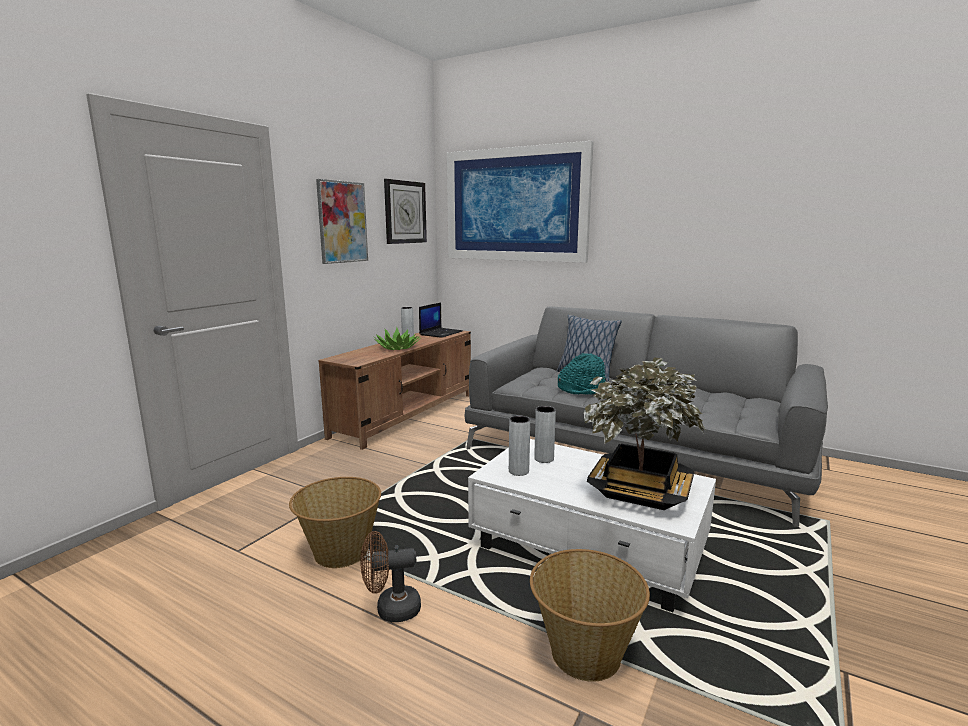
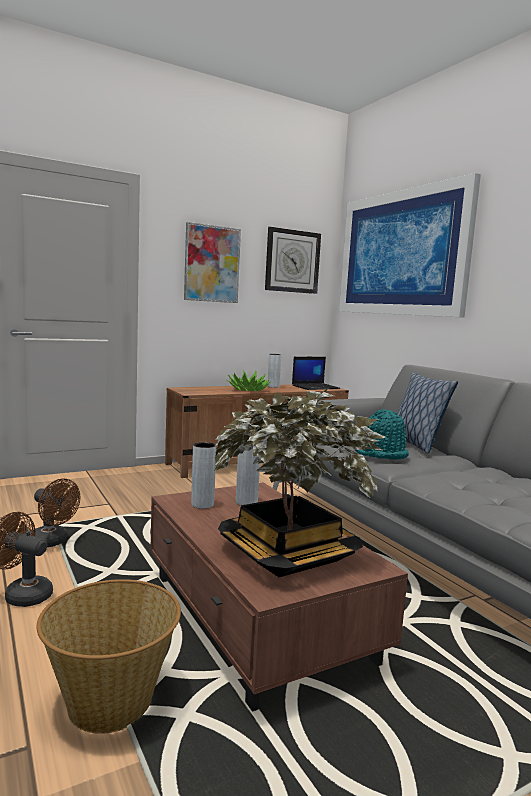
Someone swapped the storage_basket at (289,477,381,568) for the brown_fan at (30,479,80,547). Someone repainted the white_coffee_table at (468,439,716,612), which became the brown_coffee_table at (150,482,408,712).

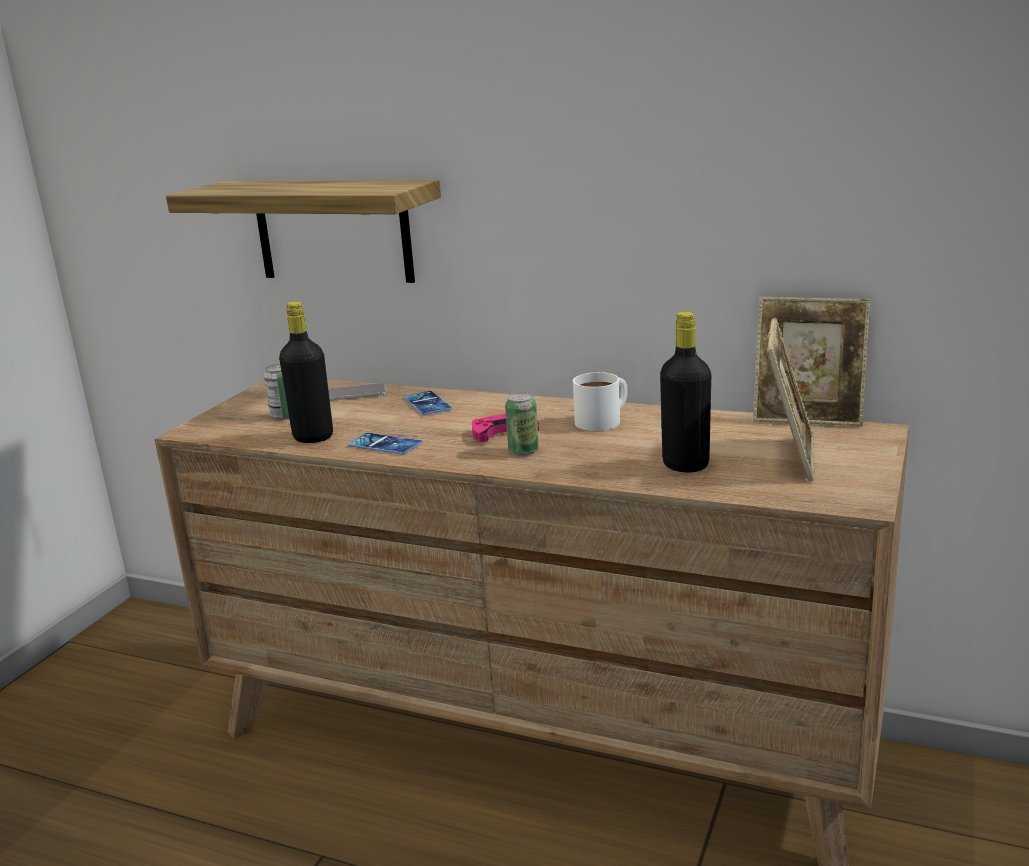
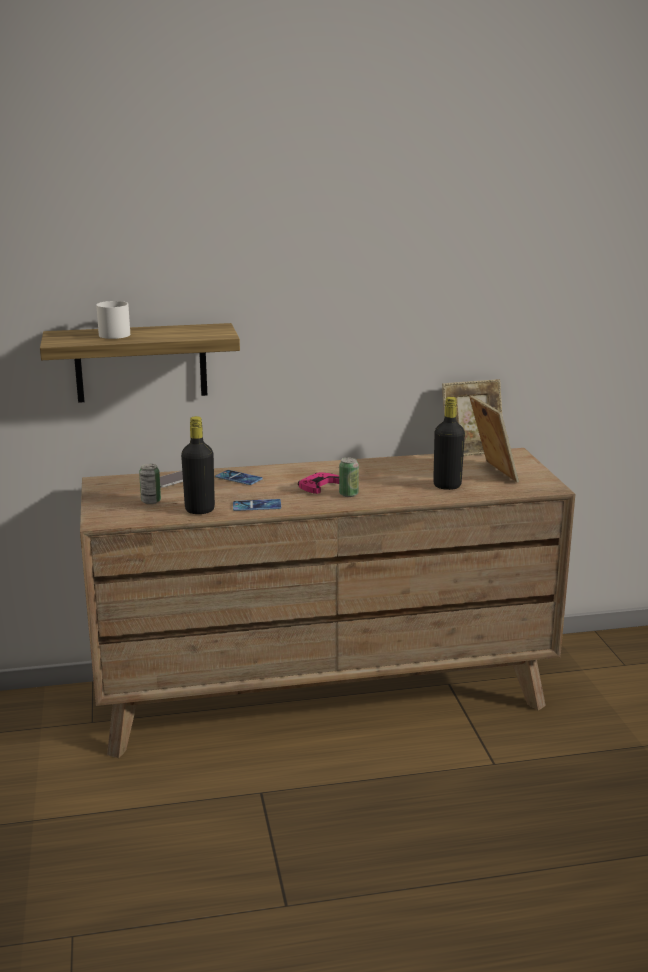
Someone carried the white_mug from (573,372,627,431) to (96,301,130,339).

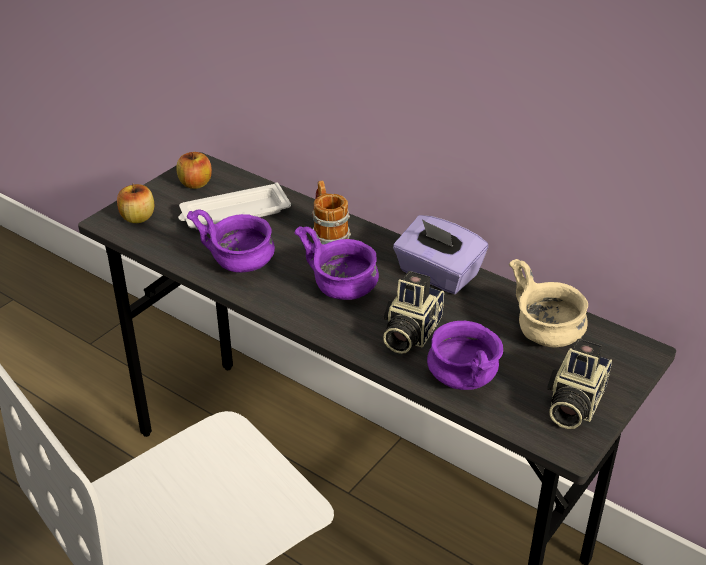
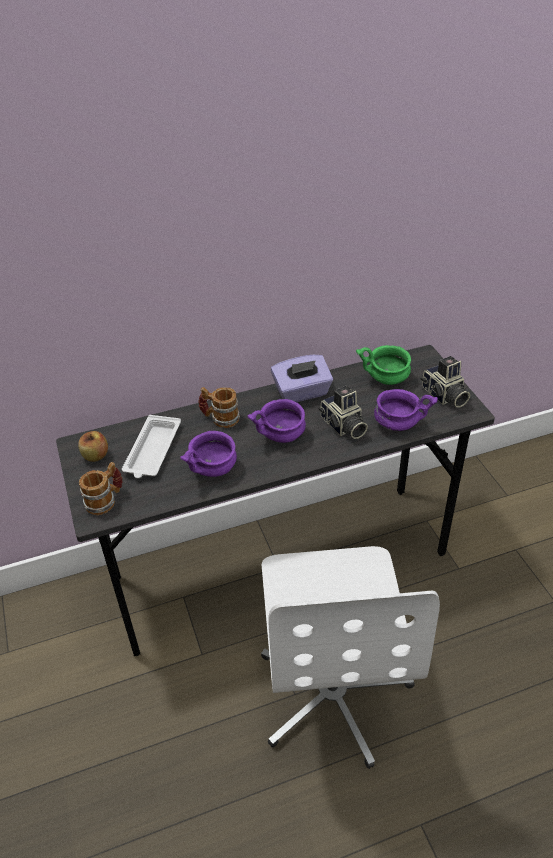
Someone swapped the whole_apple at (117,184,154,223) for the mug at (79,462,122,515). Someone repainted the sand-coloured_bowl at (509,259,588,348), which became the greenish_bowl at (356,345,411,385).

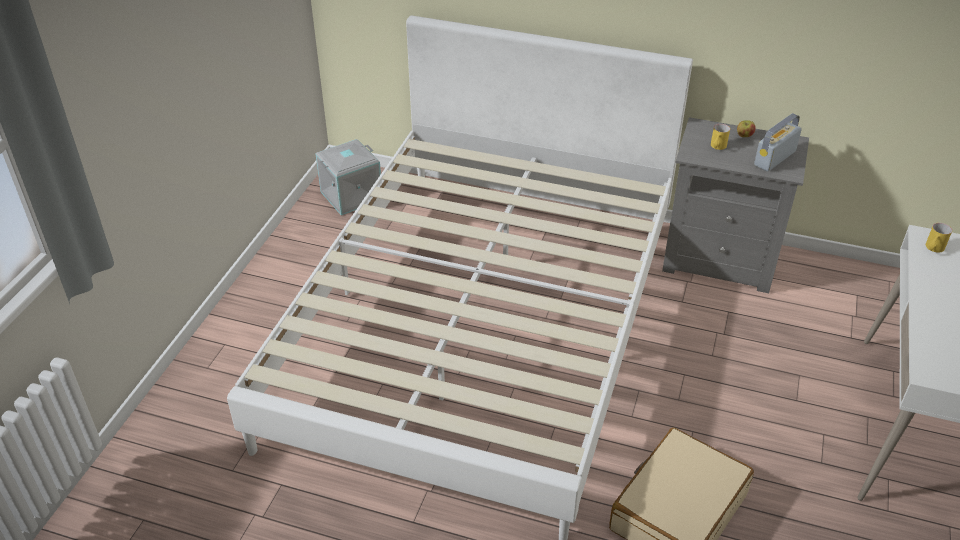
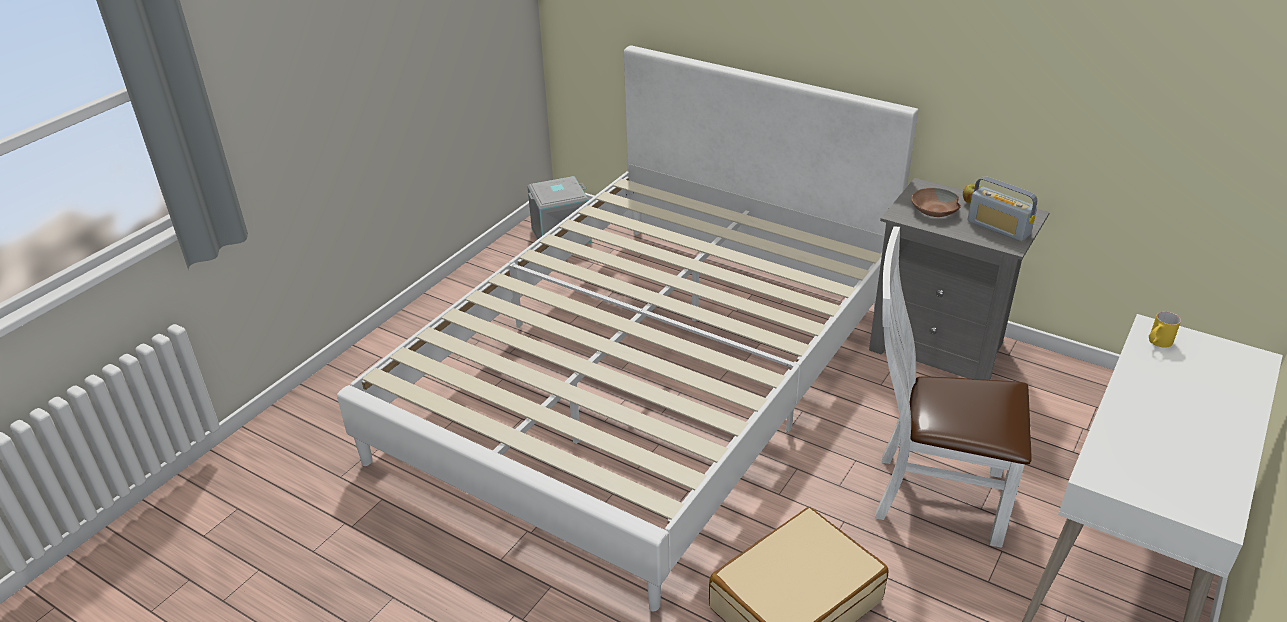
Someone put down the white_chair at (875,226,1032,548). Someone swapped the yellow_mug at (711,124,730,150) for the brown_bowl at (911,188,961,217). Someone rotated the radio_receiver at (754,113,802,172) by 105 degrees counterclockwise.

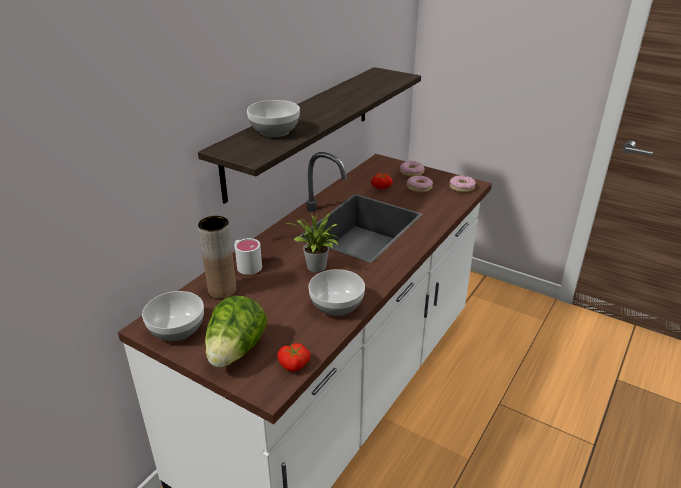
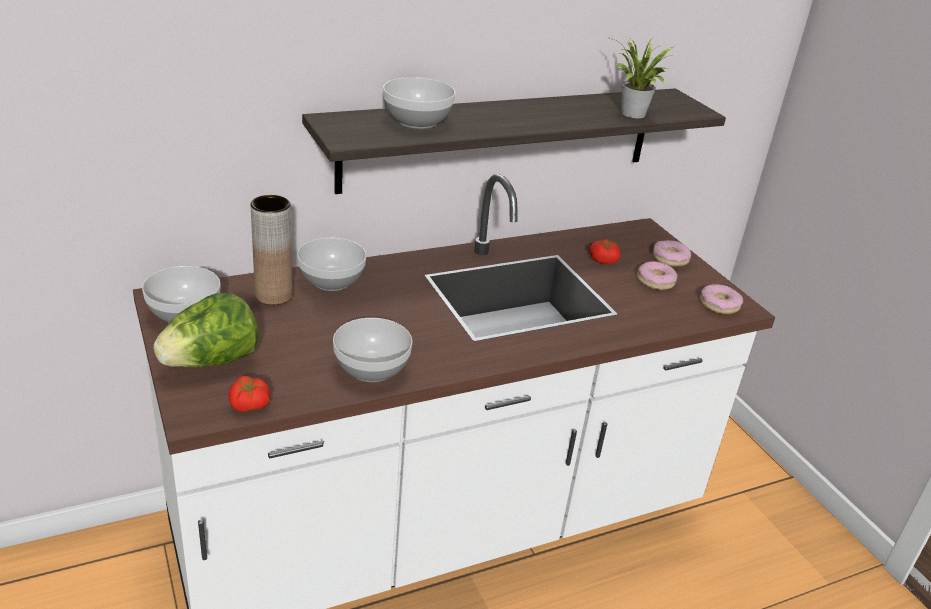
Someone carried the plant_in_a_pot from (286,212,338,272) to (610,38,674,118). Someone swapped the white_mug at (234,238,262,275) for the bowl at (297,238,366,291).

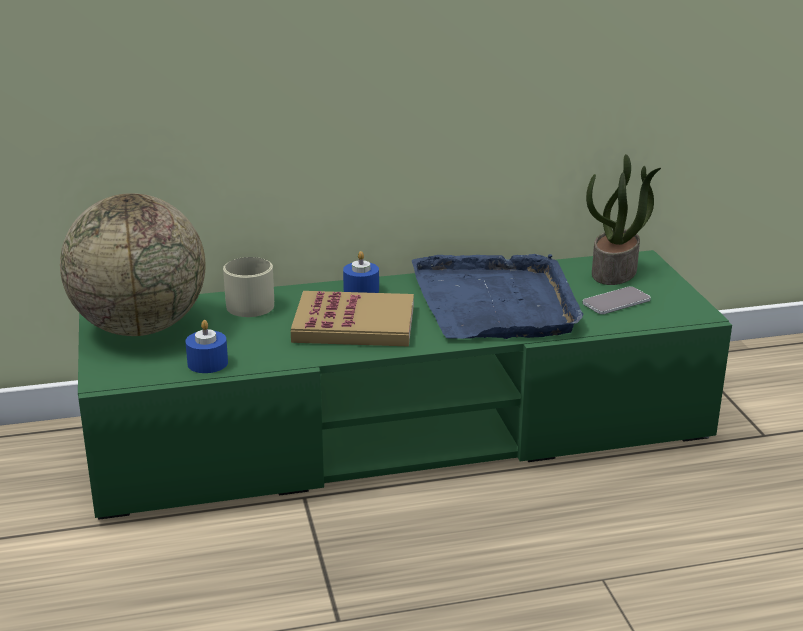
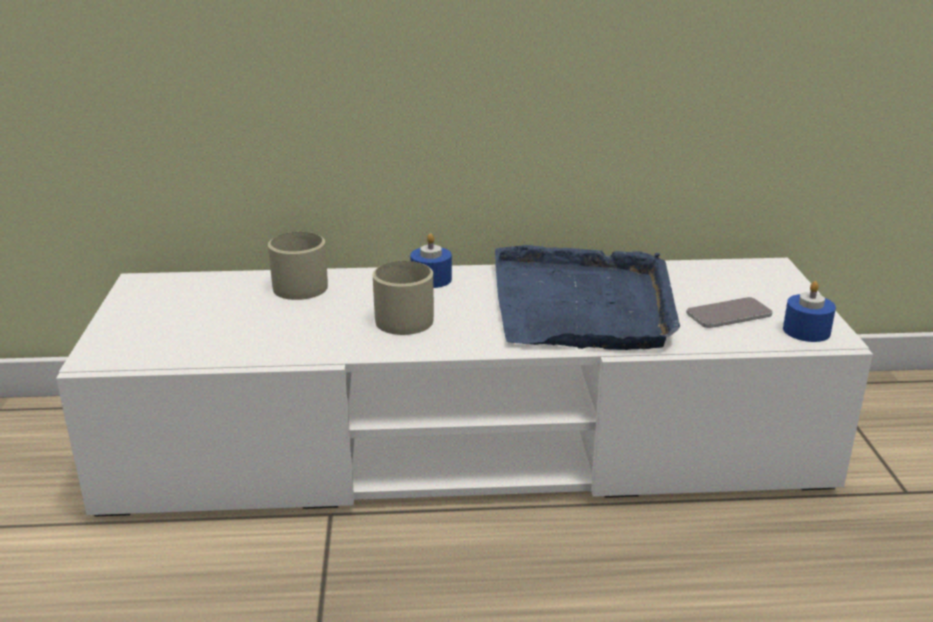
Someone took away the globe at (60,193,206,336). Someone took away the plant_in_a_pot at (586,154,661,285). Someone carried the blue_wax_candle from (185,320,228,373) to (783,281,836,342). Someone swapped the volume at (291,291,414,347) for the sand-coloured_mug at (373,261,434,335). Someone repainted the greenish_media_console at (78,250,732,520), which became the white_media_console at (56,258,873,517).

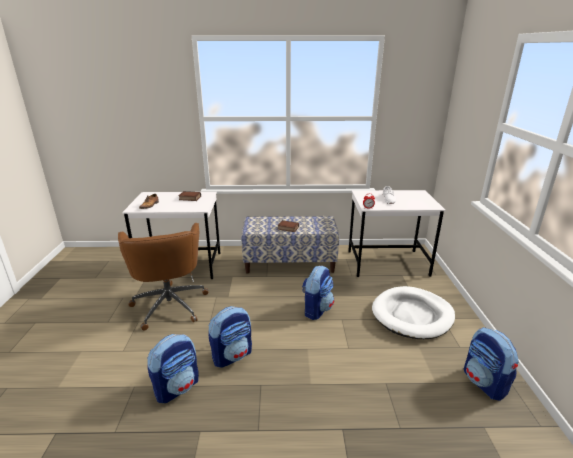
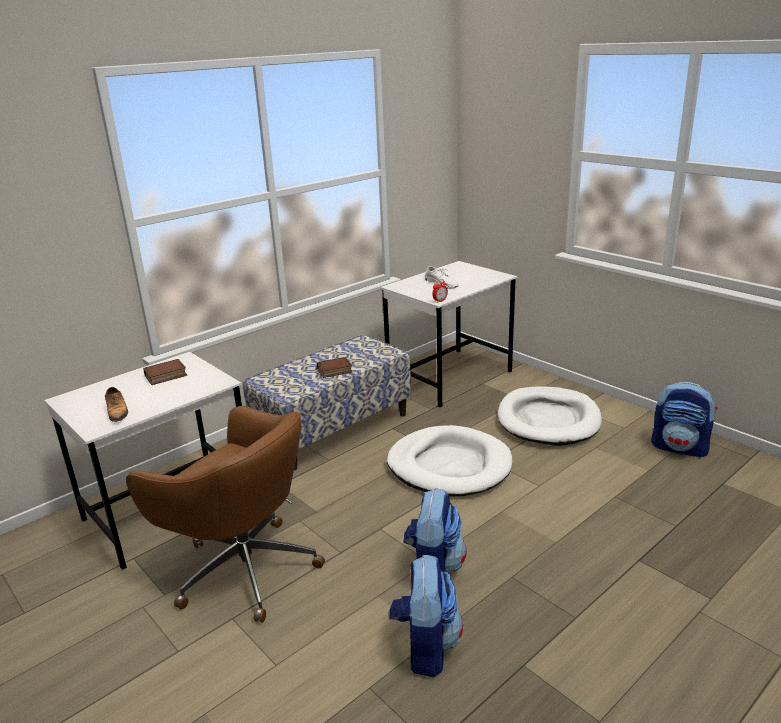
Someone swapped the knapsack at (302,266,334,320) for the white_pet_bed at (387,425,512,497).

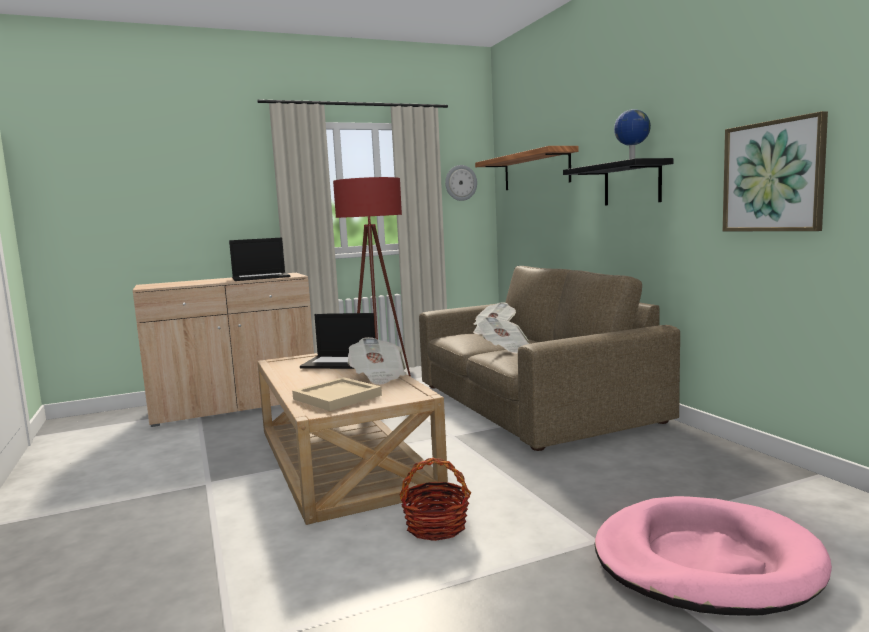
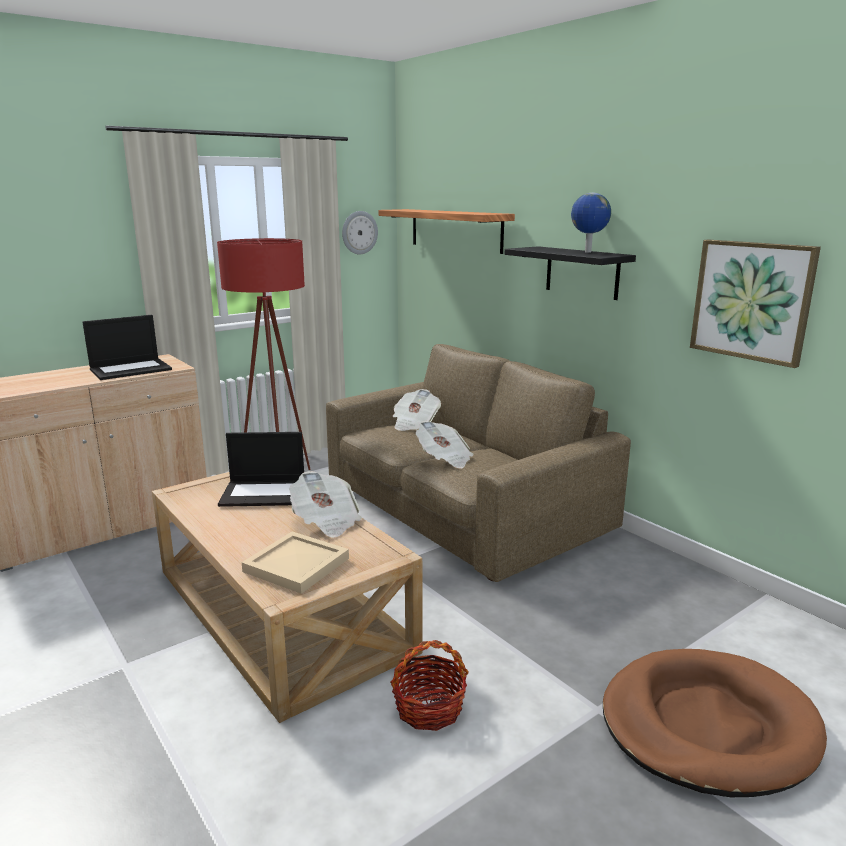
Someone repainted the pinkish_pet_bed at (595,496,832,616), which became the brown_pet_bed at (603,649,827,797).

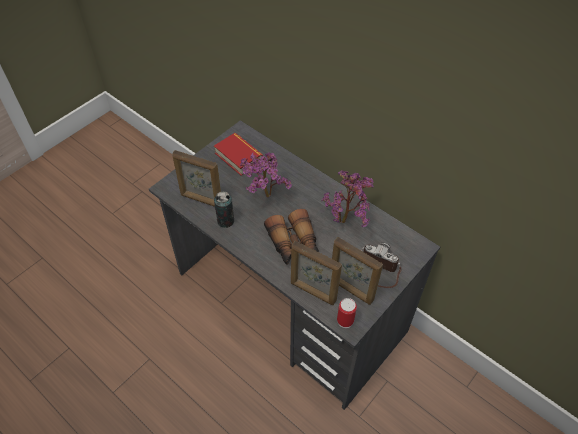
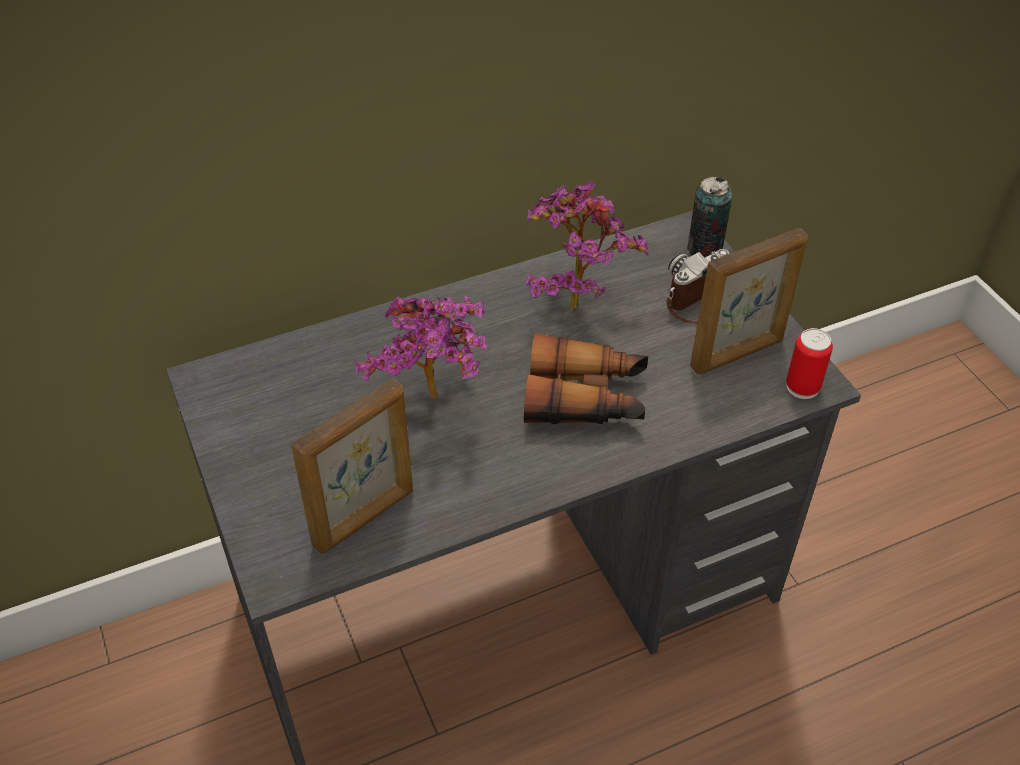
Someone took away the volume at (214,133,263,176). Someone took away the standing_frame at (291,241,342,305). Someone carried the sealed_can from (214,191,234,228) to (687,177,732,258).

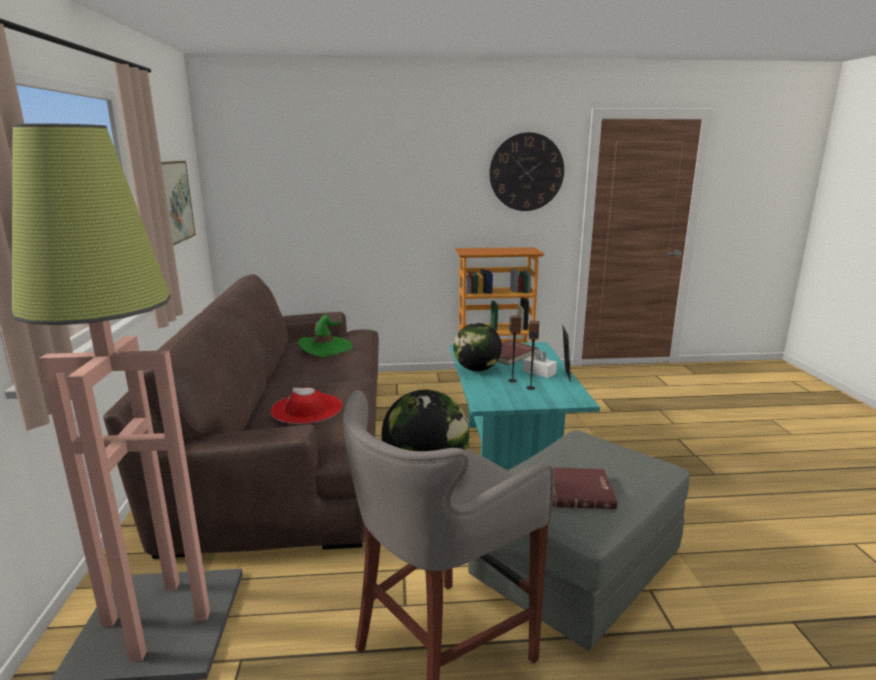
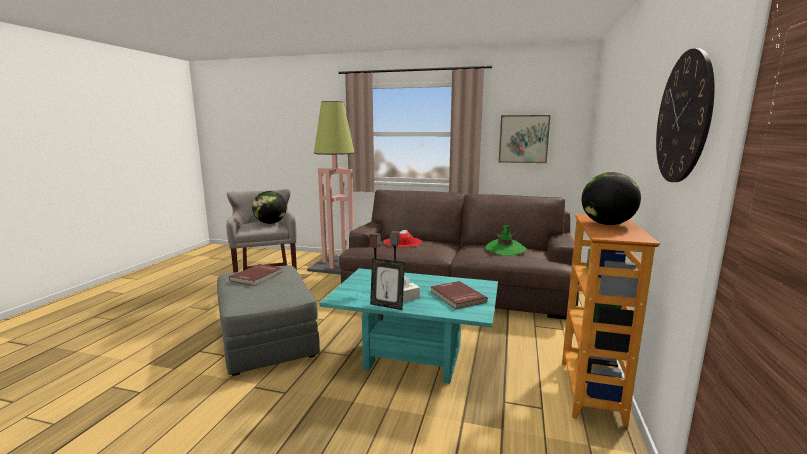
Someone carried the globe from (454,323,502,371) to (582,172,641,225).

